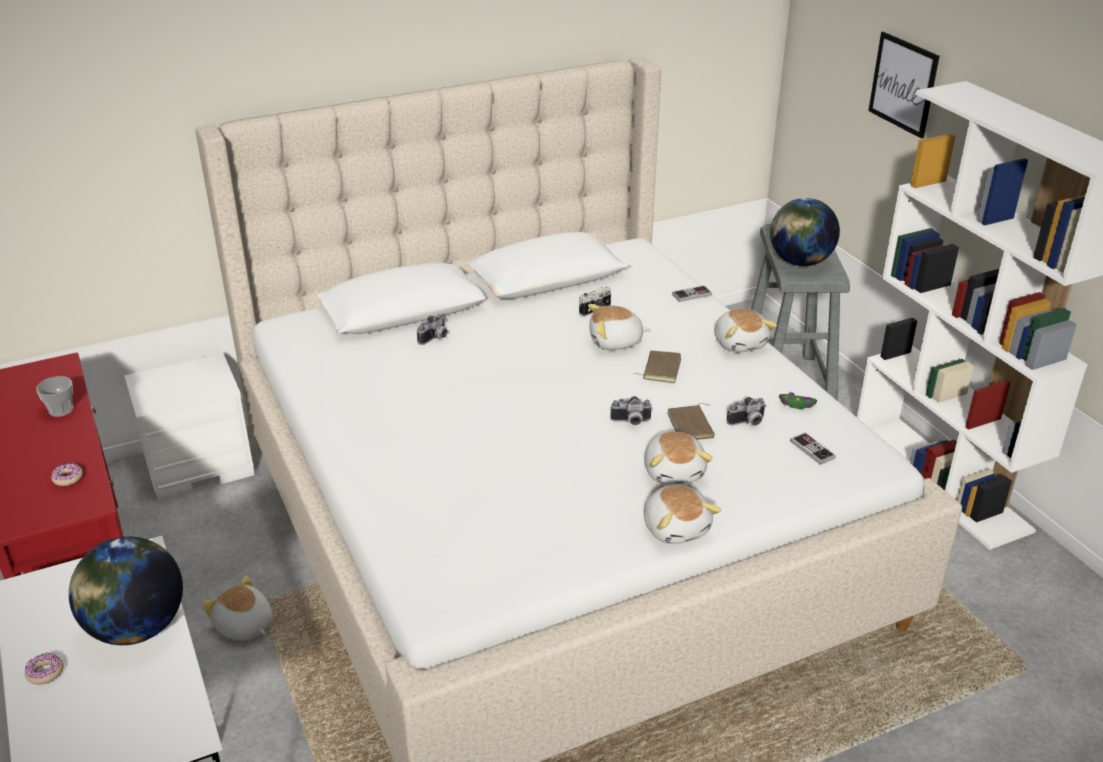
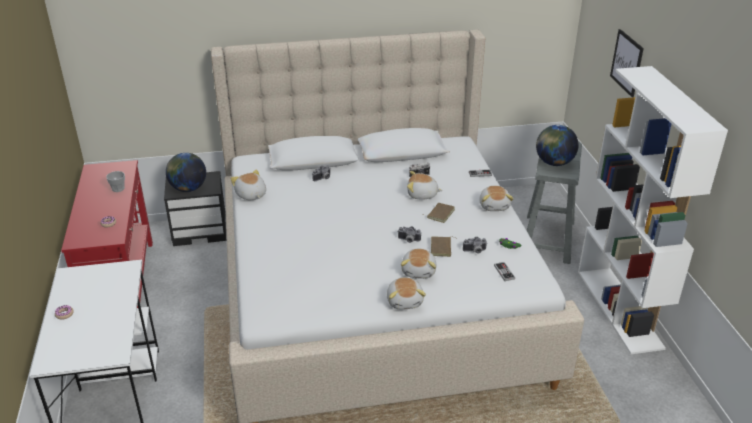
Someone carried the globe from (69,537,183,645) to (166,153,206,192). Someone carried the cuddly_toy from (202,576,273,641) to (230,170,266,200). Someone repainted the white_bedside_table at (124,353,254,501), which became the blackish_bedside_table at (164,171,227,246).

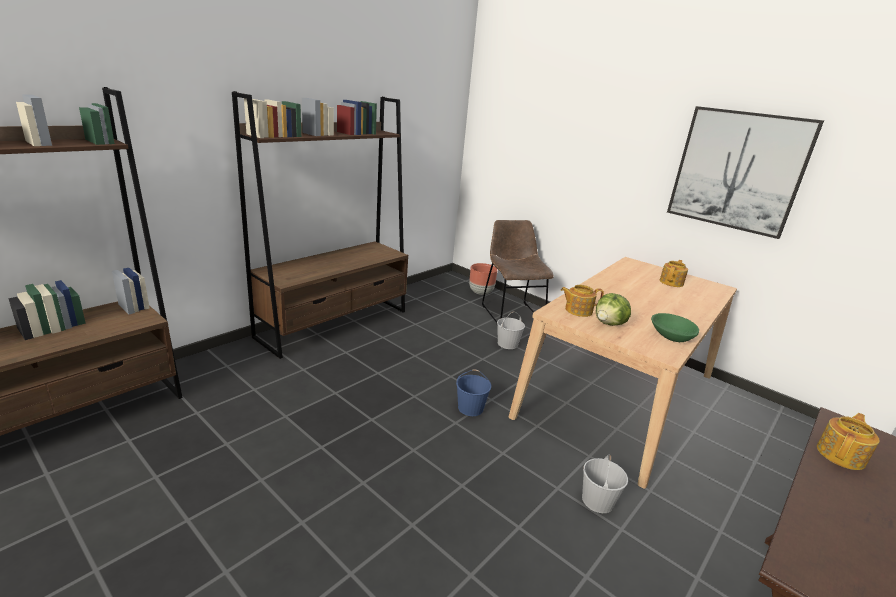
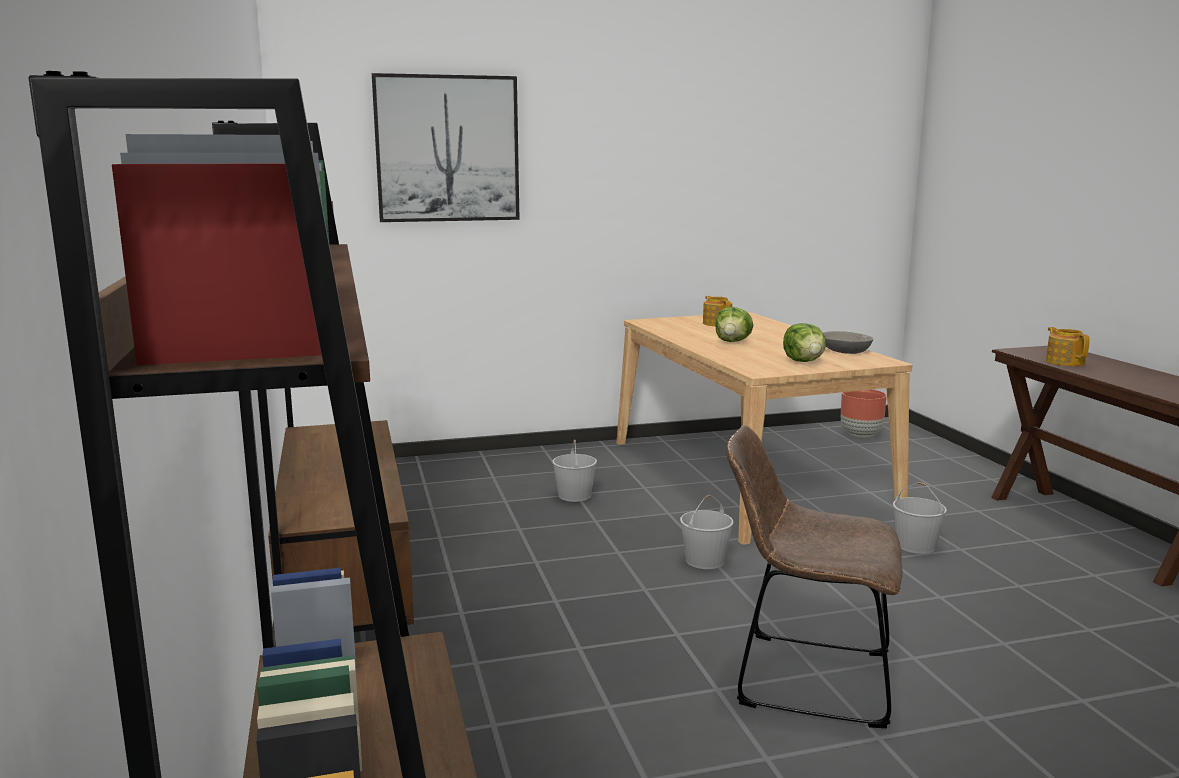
Someone took away the teapot at (561,285,604,317). Someone put down the lettuce_head at (715,307,753,342). Someone carried the brown_planter from (469,263,498,295) to (841,389,887,437). Someone carried the brown_chair from (482,220,554,323) to (727,425,903,728). Someone carried the picture from (667,106,824,239) to (372,73,520,222). Someone repainted the blue_pail at (456,369,491,416), which became the white_pail at (680,495,734,569). Someone repainted the greenish_bowl at (651,313,699,342), which became the grey_bowl at (823,331,873,354).

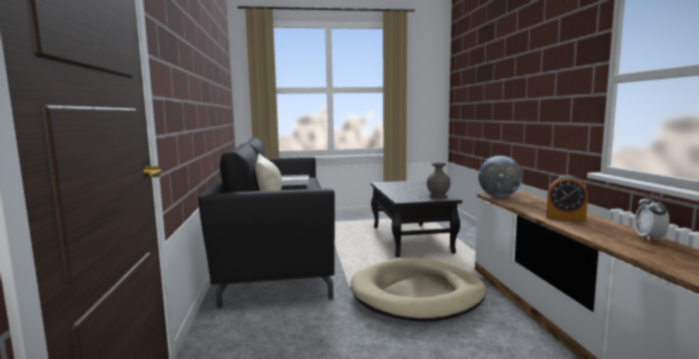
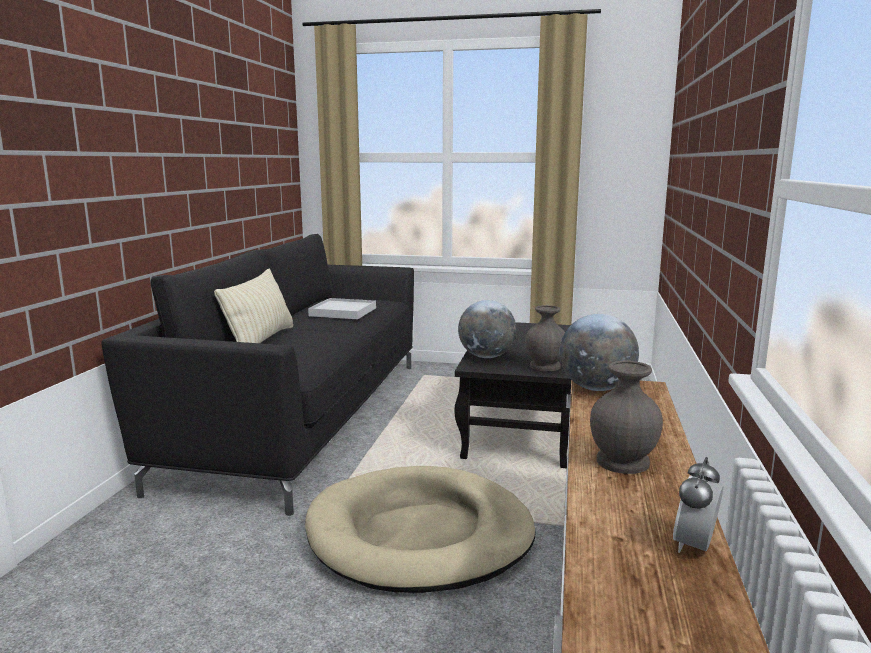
Someone put down the globe at (458,300,516,358). Someone swapped the alarm_clock at (546,175,588,221) for the grey_vase at (590,360,663,474).

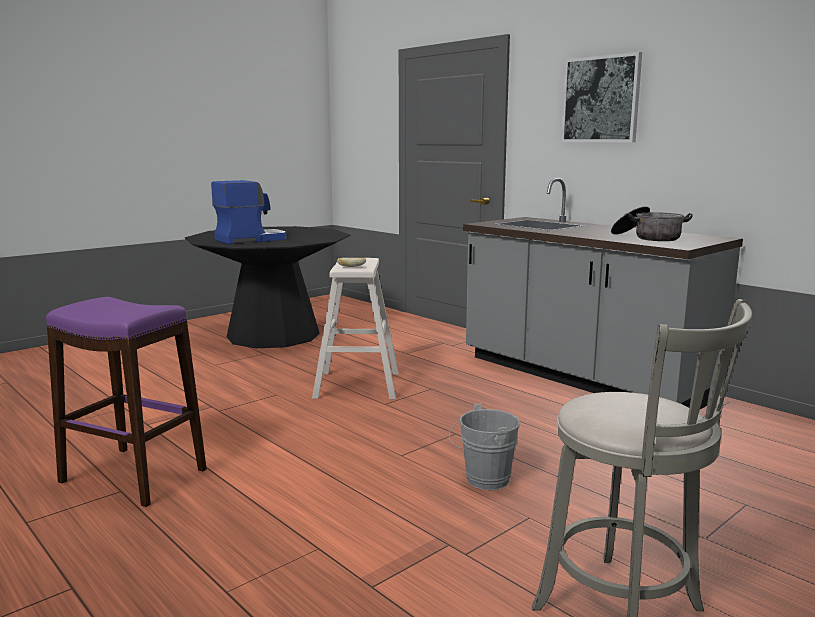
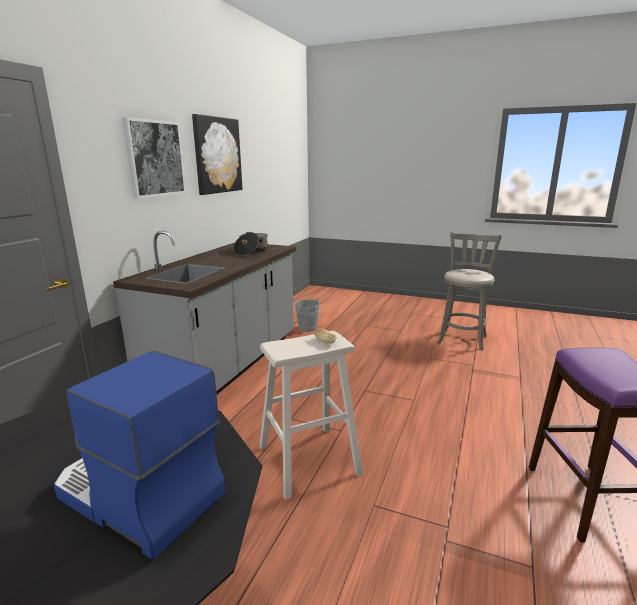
Someone put up the picture at (192,114,242,195). Someone carried the grey_pail from (449,403,520,490) to (295,298,324,332).

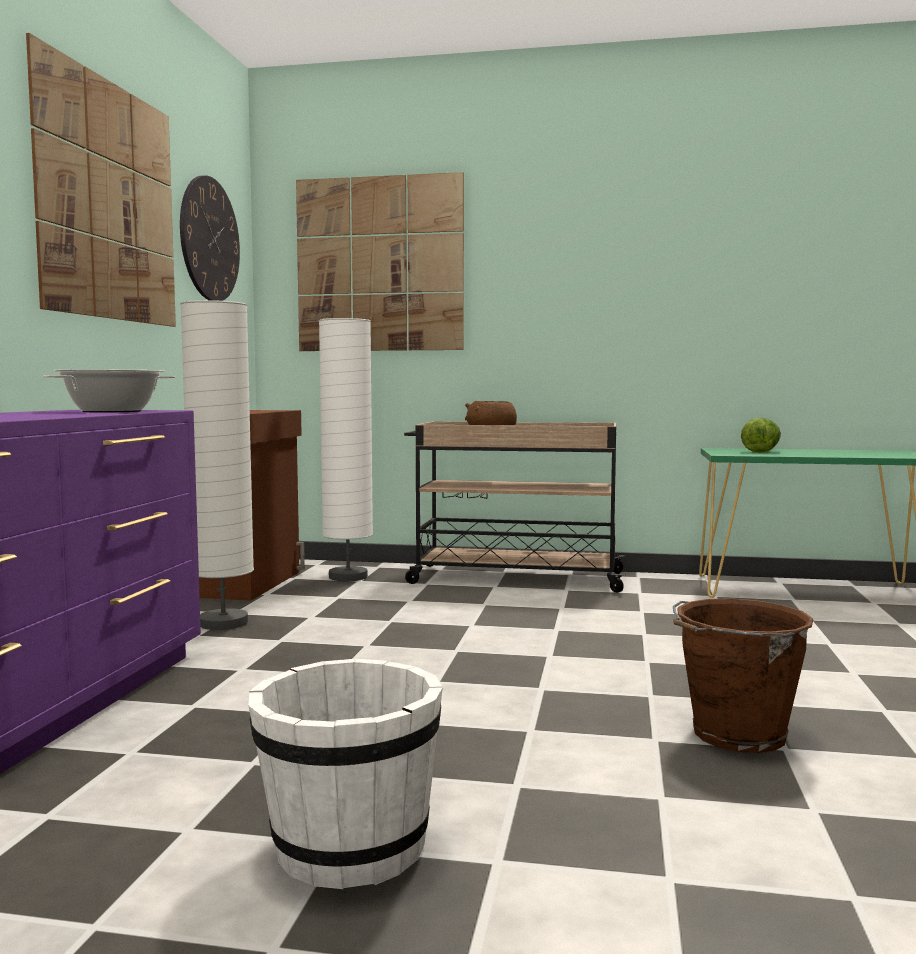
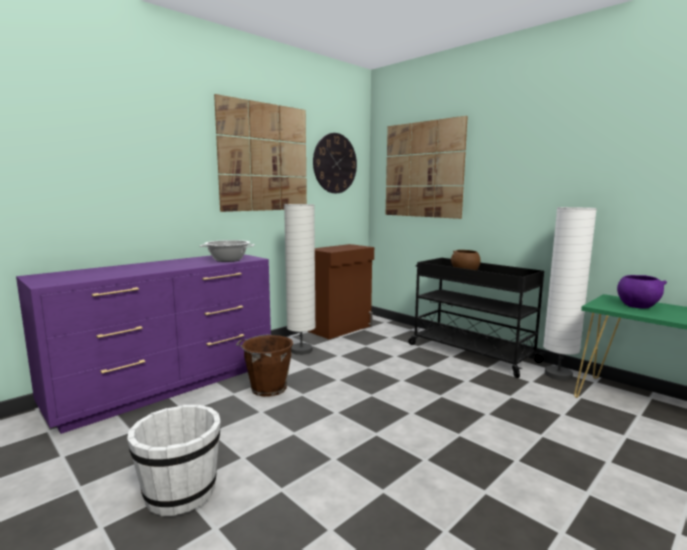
Someone carried the white_standing_lamp from (319,318,373,581) to (543,207,597,380). Someone carried the brown_pail from (673,598,814,753) to (236,334,293,397). Someone swapped the lettuce_head at (741,418,781,453) for the purple_bowl at (617,275,667,309). Someone repainted the sand-coloured_trolley at (404,421,626,593), which became the blackish_trolley at (408,258,545,378).

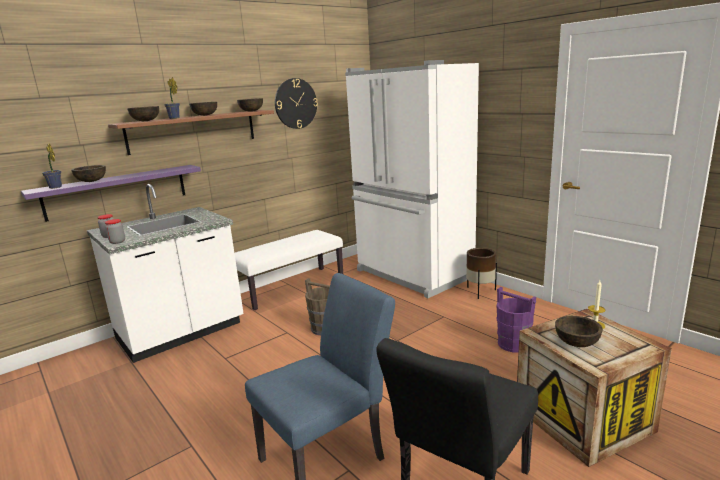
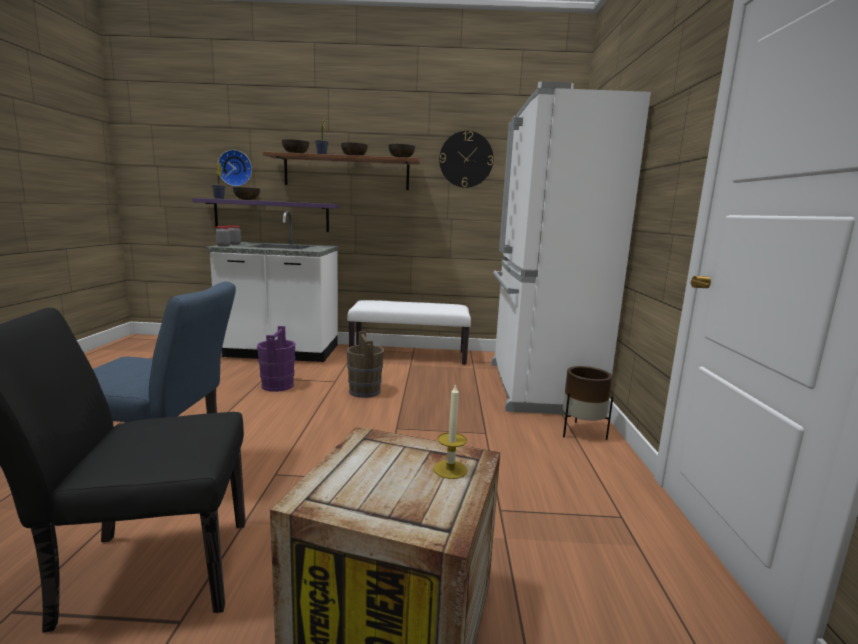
Someone took away the brown_bowl at (555,316,603,347). Someone put up the wall_clock at (217,150,252,186). Someone carried the purple_pail from (496,287,536,353) to (257,326,295,392).

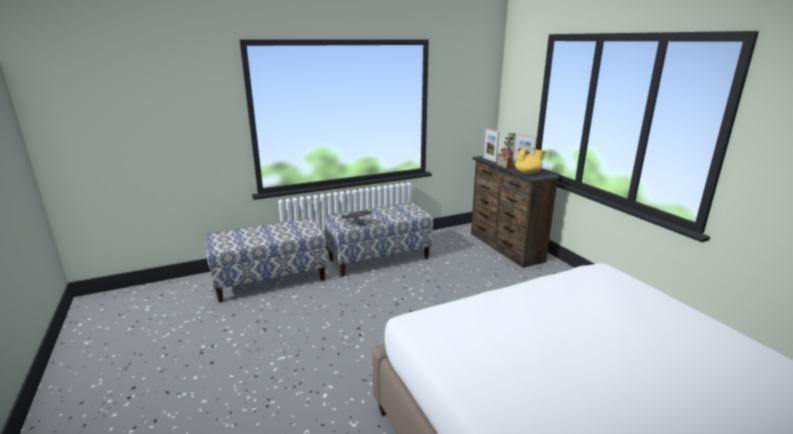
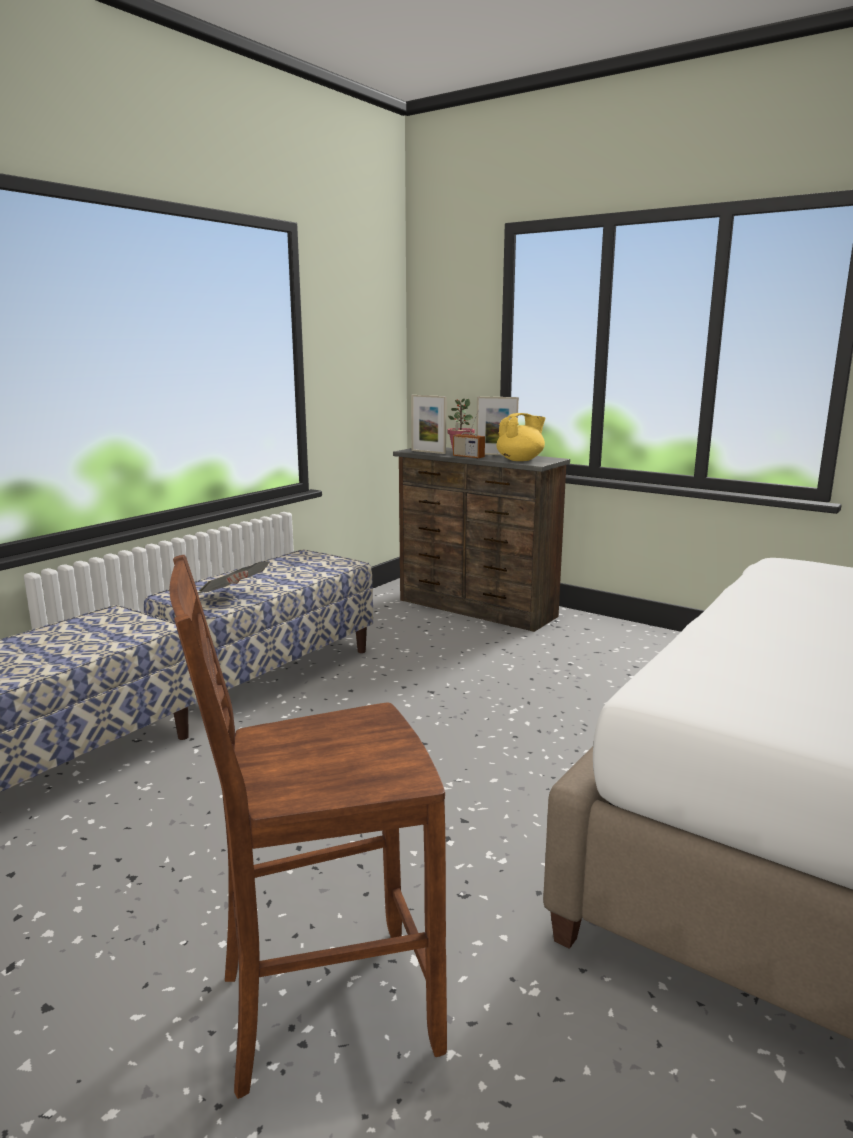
Someone put down the brown_chair at (169,555,447,1099).

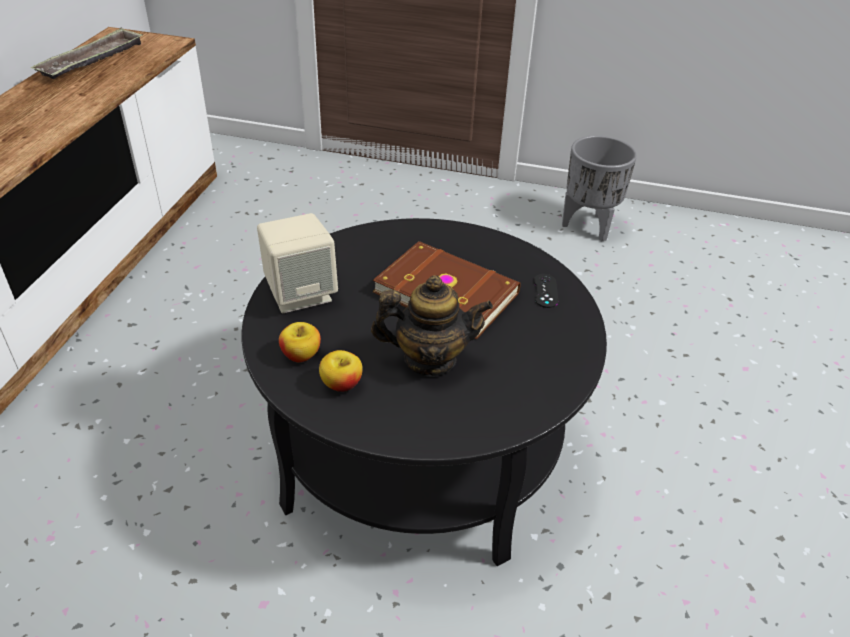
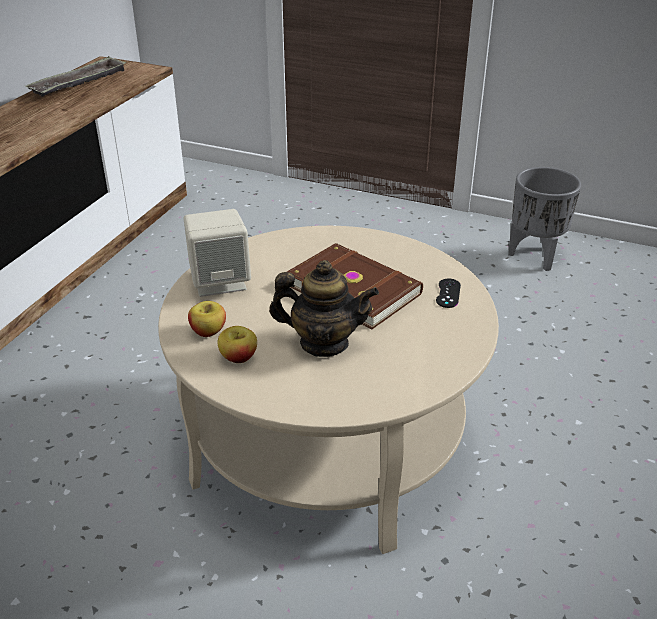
Someone repainted the blackish_coffee_table at (242,218,607,566), which became the sand-coloured_coffee_table at (158,226,499,554).

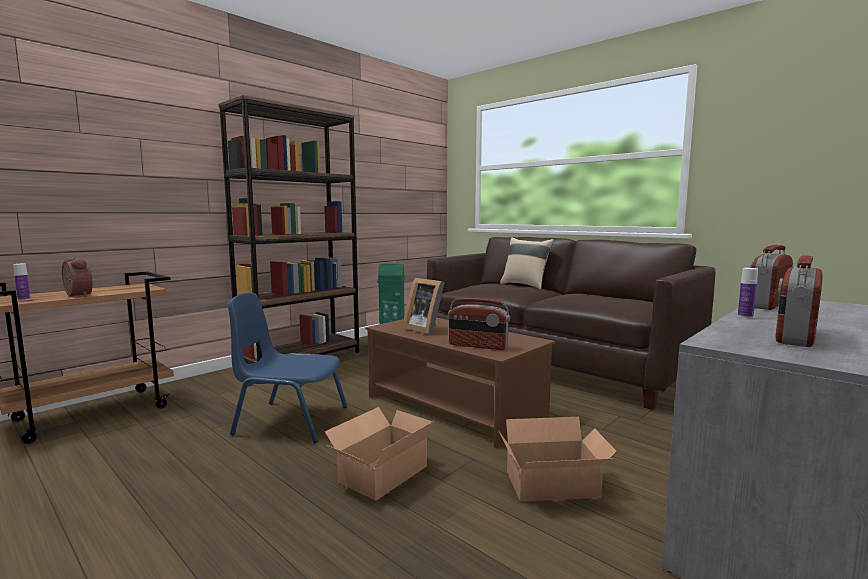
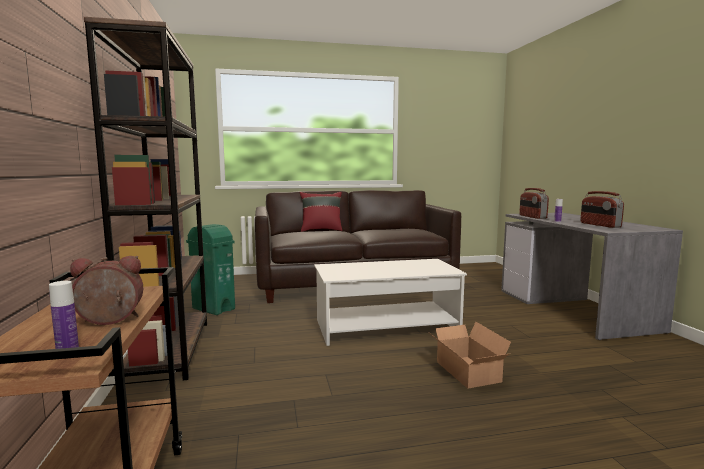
Someone took away the blue_chair at (227,292,347,443). Someone took away the standing_frame at (403,278,445,334). Someone took away the radio_receiver at (448,298,510,350). Someone took away the carton at (499,417,617,502). Someone repainted the brown_coffee_table at (366,318,555,448), which became the white_coffee_table at (314,259,467,346). Someone repainted the sand-coloured_cushion at (500,237,554,289), which became the reddish_cushion at (300,192,342,232).

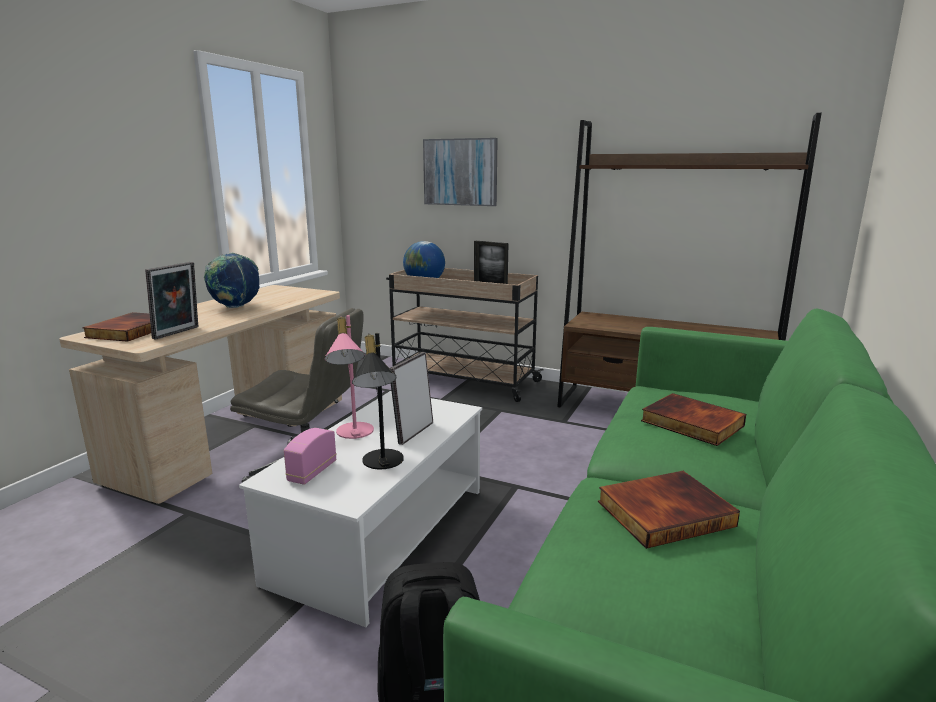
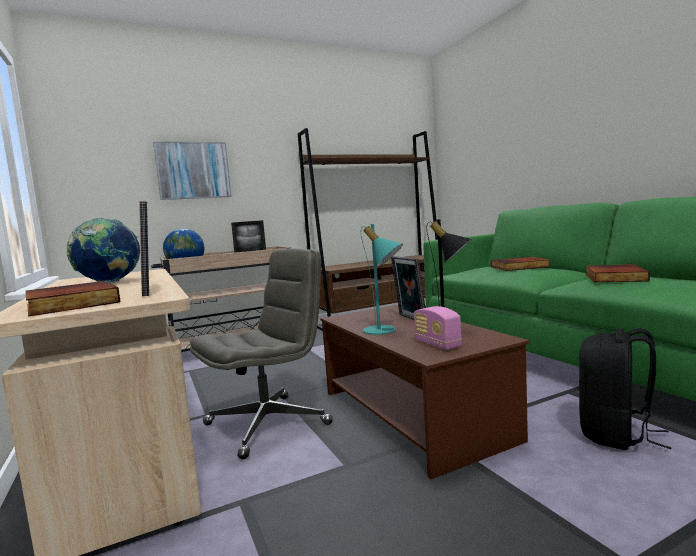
Someone repainted the white_coffee_table at (239,391,482,627), which became the brown_coffee_table at (320,305,530,479). Someone repainted the pinkish_table_lamp at (325,315,374,439), which became the turquoise_table_lamp at (360,224,403,335).

